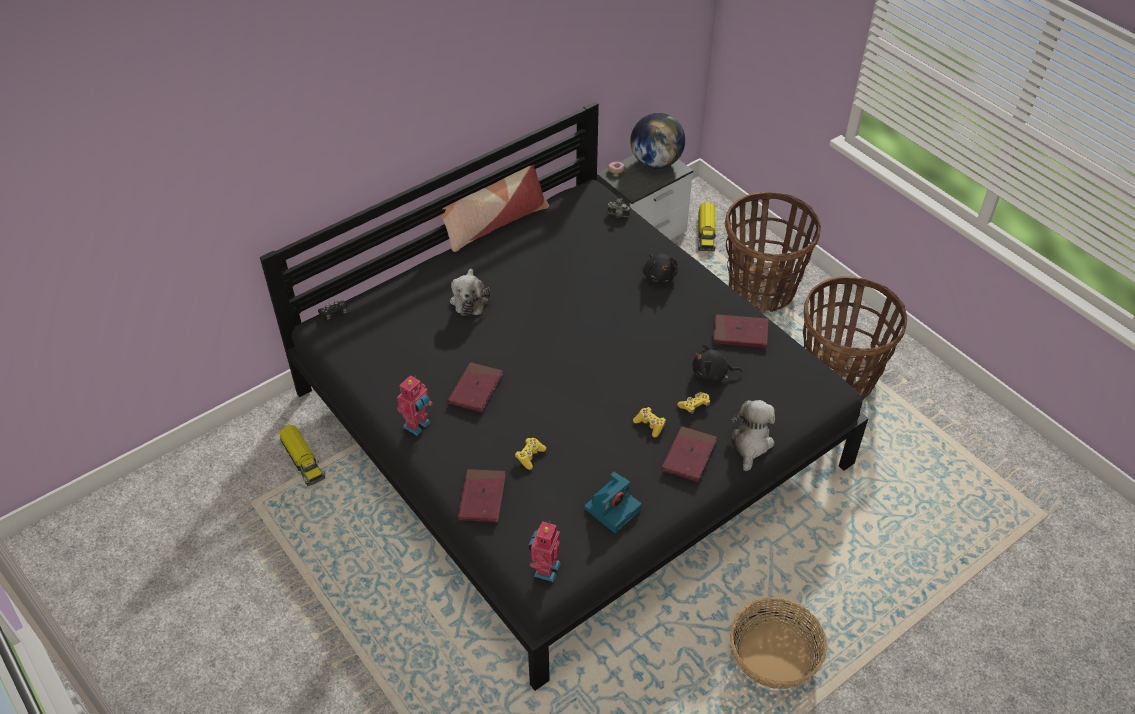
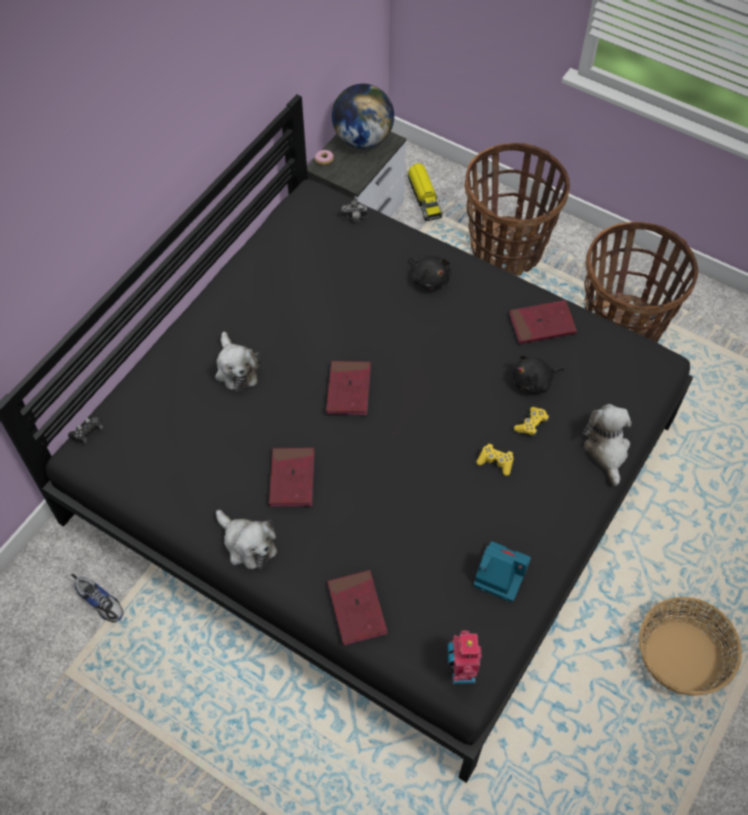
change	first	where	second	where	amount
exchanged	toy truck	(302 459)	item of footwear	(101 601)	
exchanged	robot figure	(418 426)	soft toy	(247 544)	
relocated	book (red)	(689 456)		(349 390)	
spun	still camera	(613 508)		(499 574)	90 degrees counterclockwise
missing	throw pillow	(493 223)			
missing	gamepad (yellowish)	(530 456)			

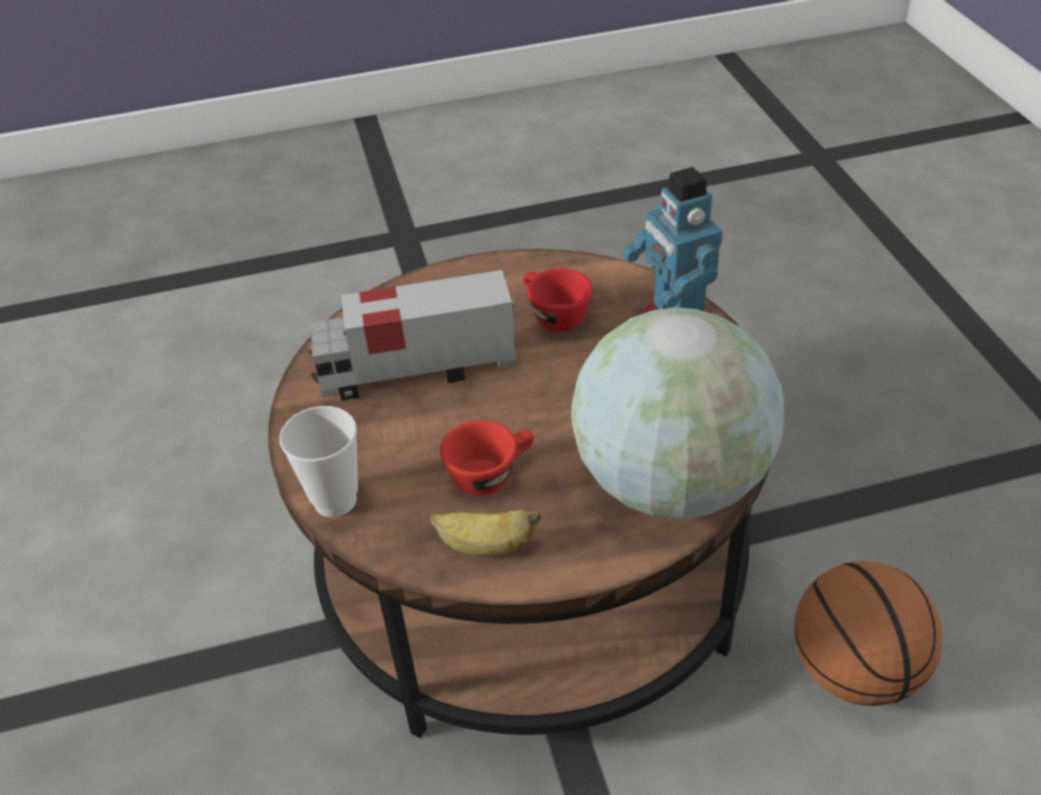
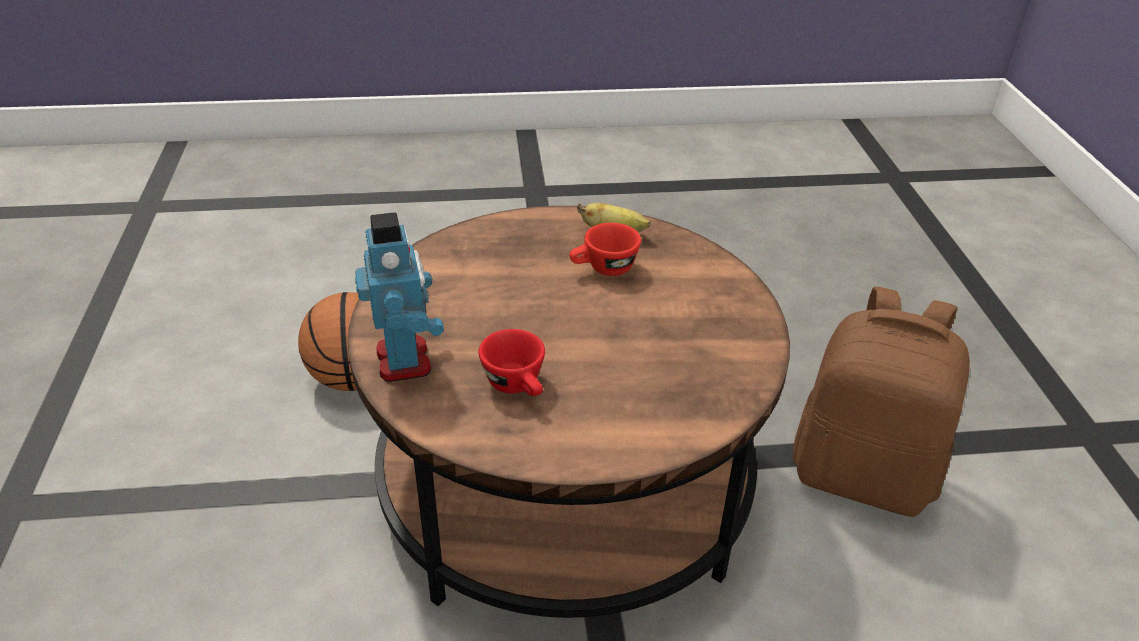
change	first	where	second	where	amount
appeared			rucksack (brownish)	(863 474)	
missing	drinking cup	(335 501)			
missing	toy truck	(416 370)			
missing	world globe	(672 484)			

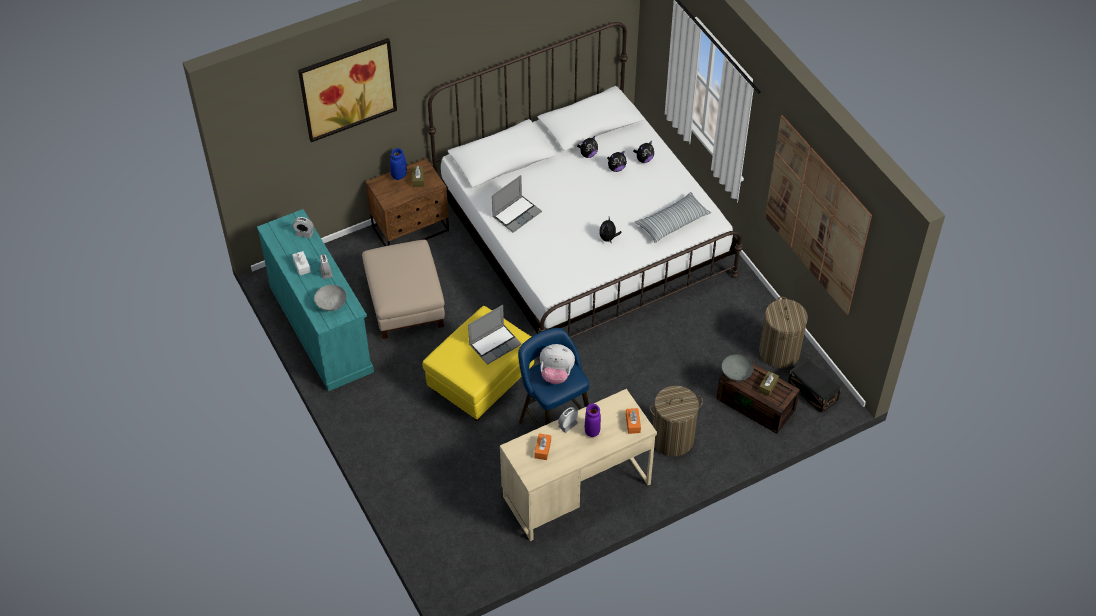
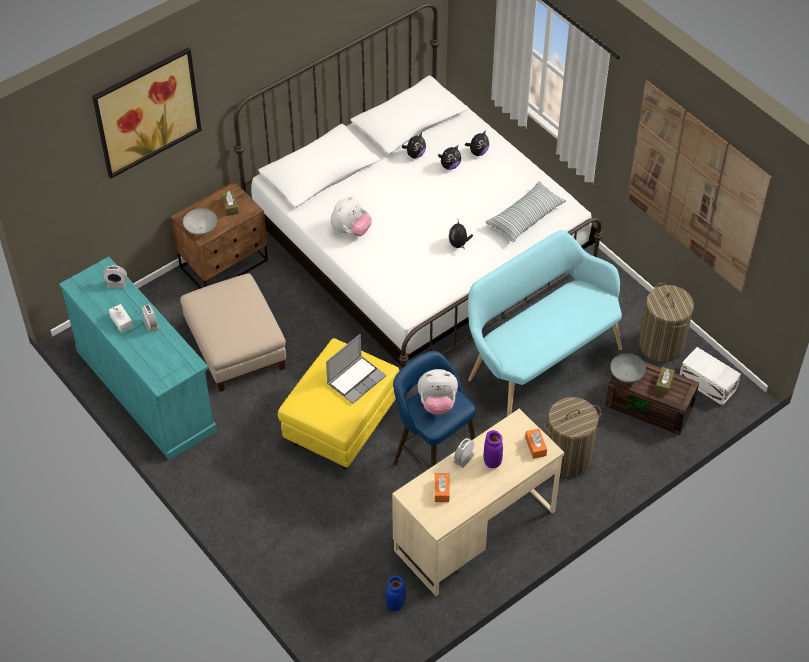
change	first	where	second	where	amount
relocated	serving bowl (gray)	(332 304)		(201 229)	
exchanged	laptop	(516 214)	soft toy	(350 230)	
relocated	decorative vase (bluish)	(399 175)		(395 603)	
appeared			bench (blue-green)	(538 361)	
colour	storage container (black-coloured)	(812 393)	storage container (whitish)	(707 384)	

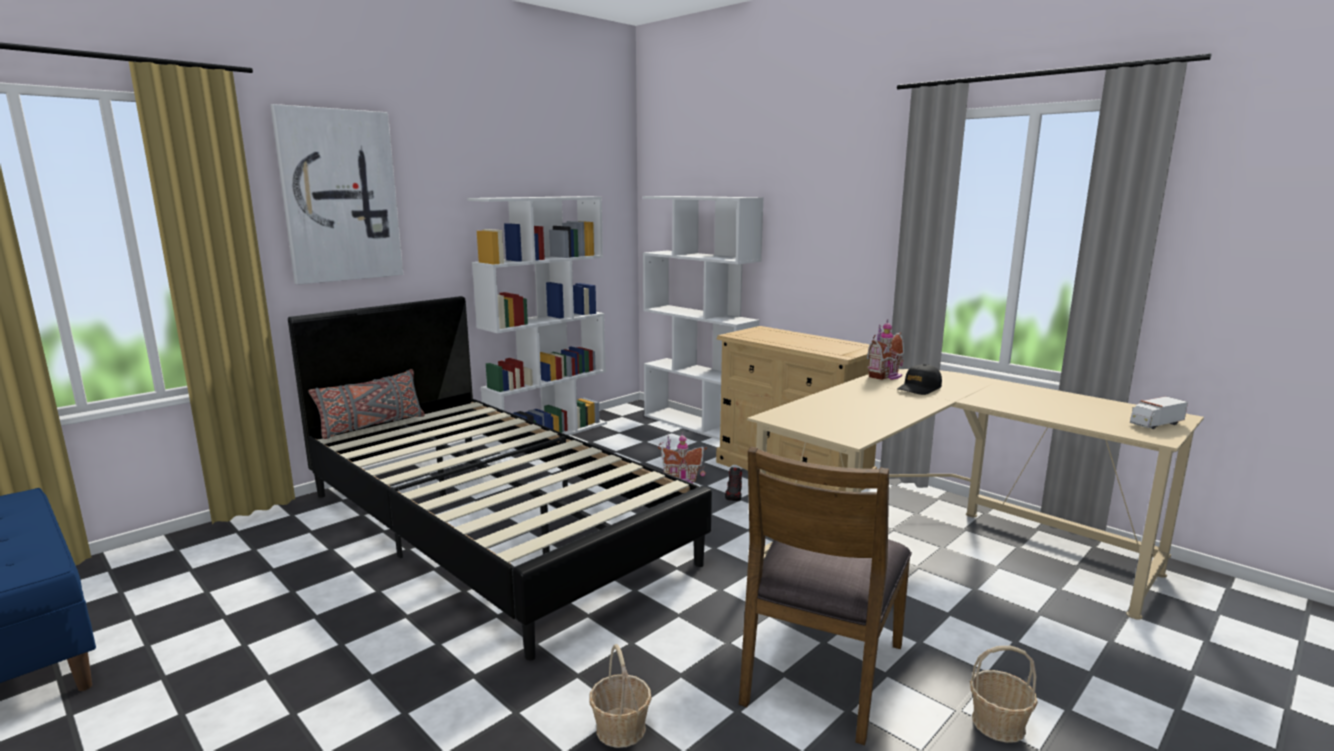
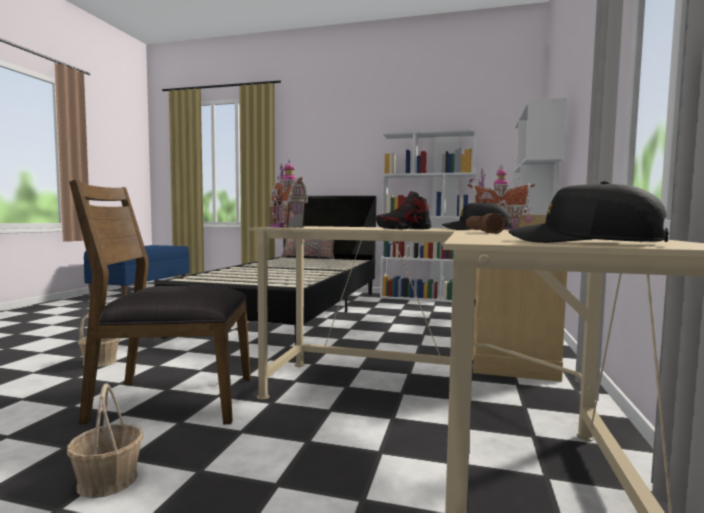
change	first	where	second	where	amount
relocated	toy house	(682 480)		(284 227)	
relocated	item of footwear	(734 494)		(404 229)	
appeared			torch (brownish)	(482 232)	
exchanged	toy truck	(1155 424)	baseball cap (black-coloured)	(582 242)	
missing	wall picture	(340 196)			

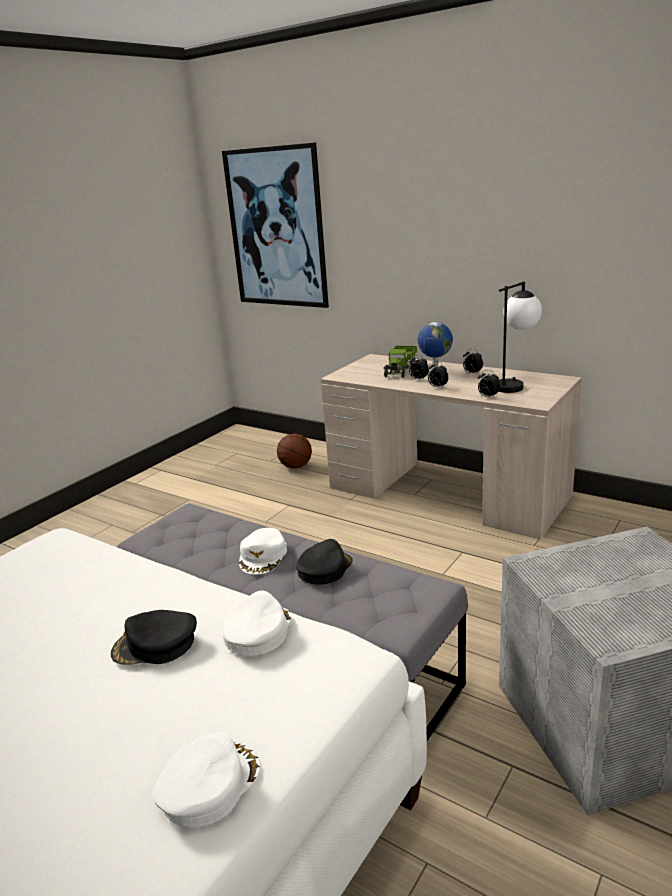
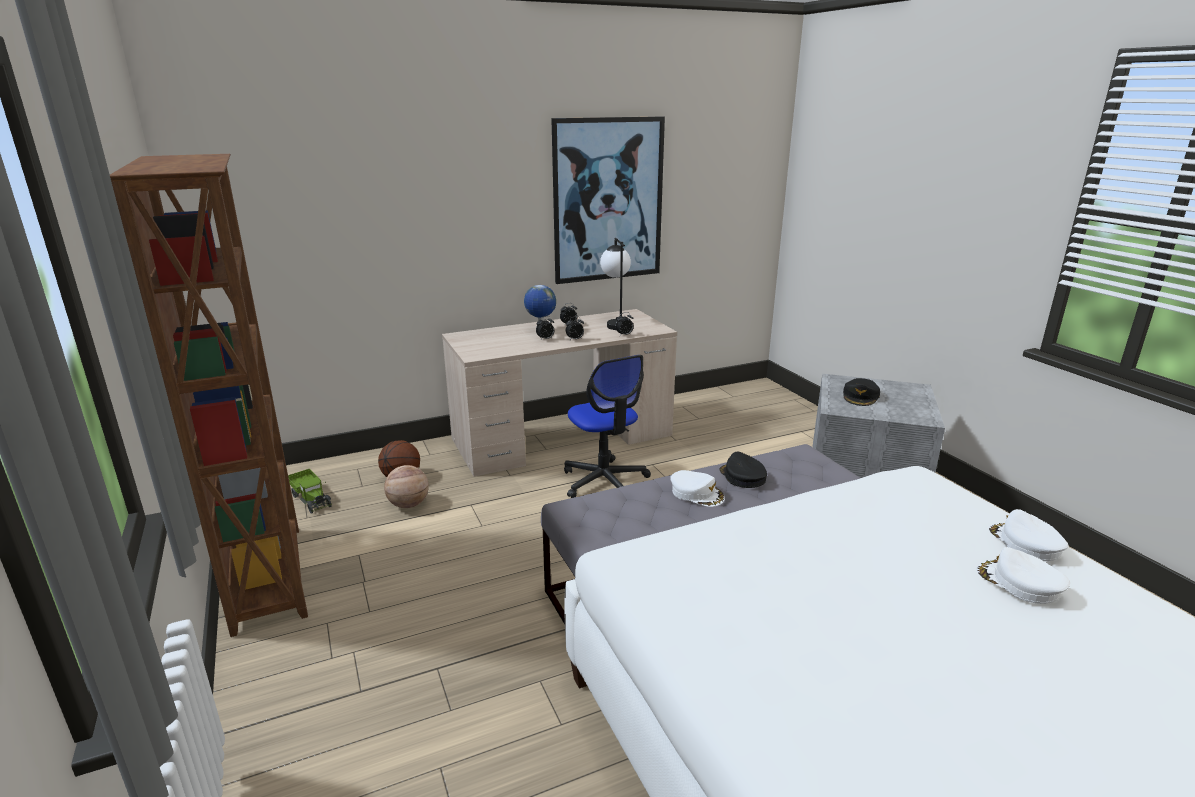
change	first	where	second	where	amount
appeared			bookcase (brownish)	(270 576)	
relocated	toy truck	(400 369)		(311 498)	
appeared			ball for basketball	(409 505)	
relocated	wall picture	(276 228)		(608 200)	
appeared			office chair	(604 481)	
relocated	baseball cap (black-coloured)	(155 645)		(861 396)	
relocated	baseball cap (whitish)	(257 631)		(1019 583)	

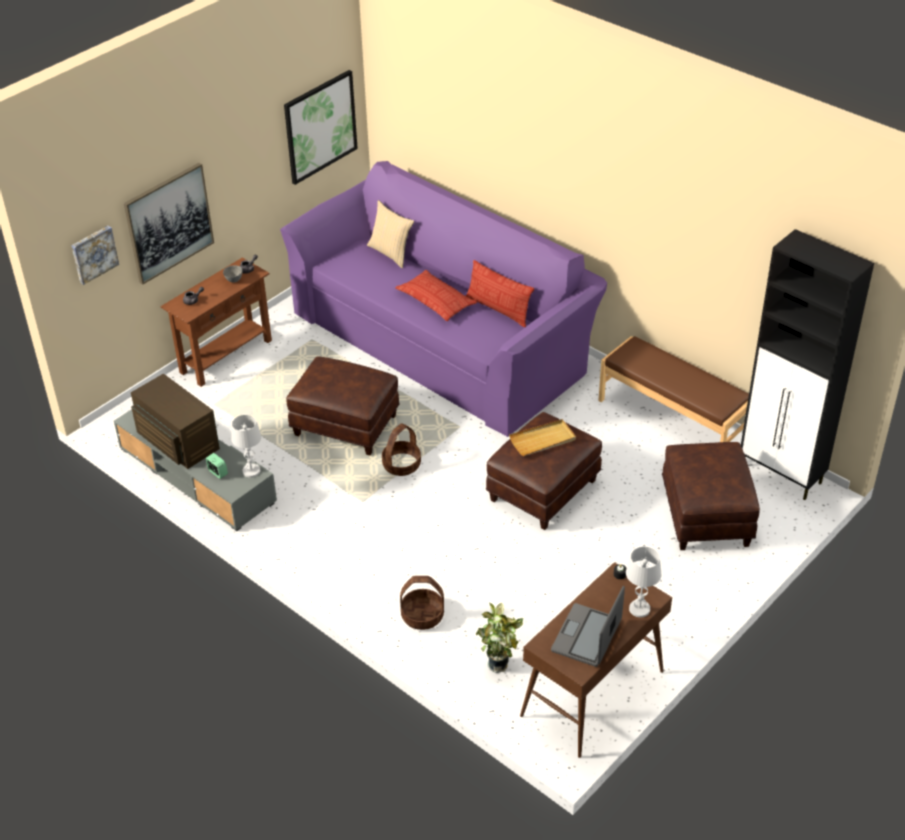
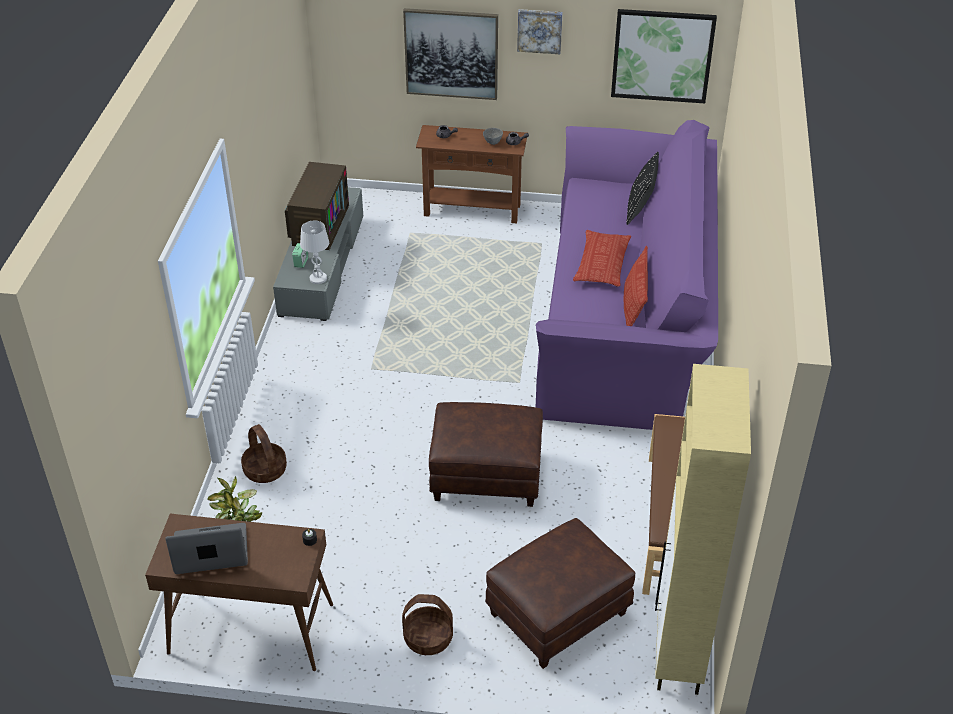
change	first	where	second	where	amount
relocated	basket	(401 465)		(428 638)	
relocated	wall picture	(94 254)		(539 30)	
colour	throw pillow (beige-coloured)	(391 253)	throw pillow (black-coloured)	(640 209)	
colour	cabinet (black-coloured)	(781 475)	cabinet (beige-coloured)	(678 653)	
missing	pouffe (brownish)	(344 426)			
missing	tray (beige-coloured)	(543 440)			
missing	table lamp (whitish)	(639 609)			

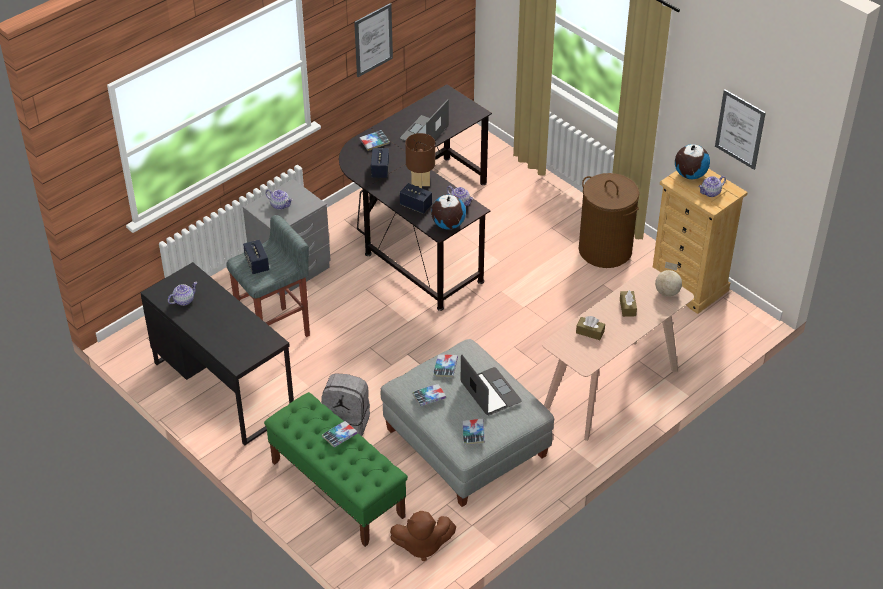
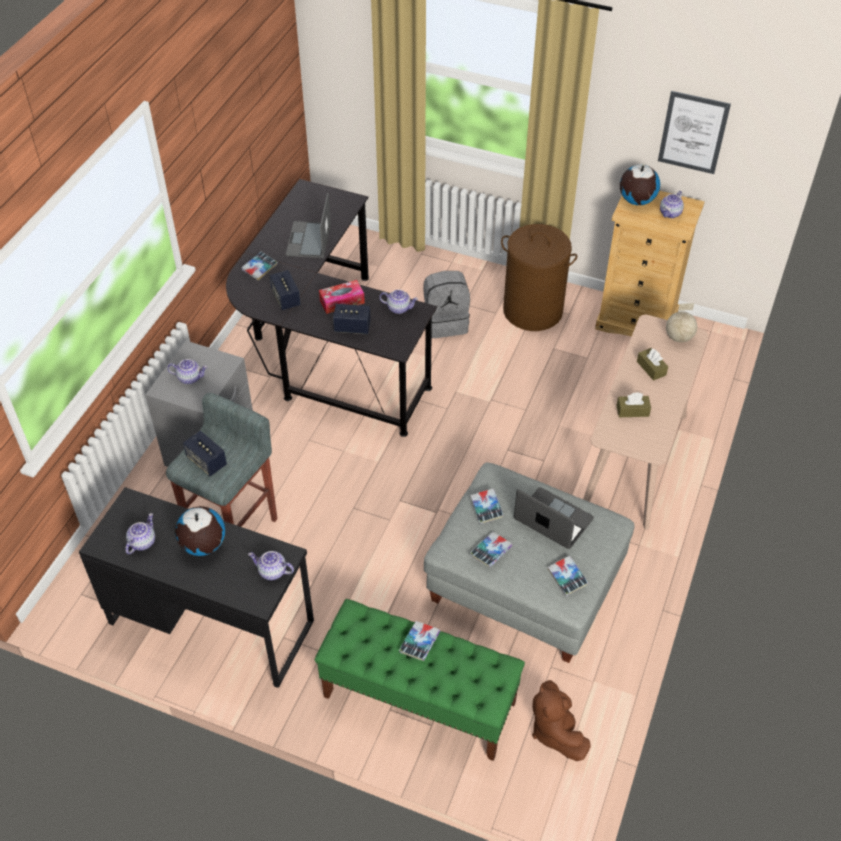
change	first	where	second	where	amount
relocated	world globe	(448 225)		(203 545)	
appeared			teapot	(272 571)	
exchanged	table lamp (brownish)	(420 185)	tissue holder	(342 301)	
relocated	rucksack (gray)	(348 422)		(445 322)	
spun	soft toy (brownish)	(422 545)		(555 731)	105 degrees clockwise
missing	wall picture	(373 40)			

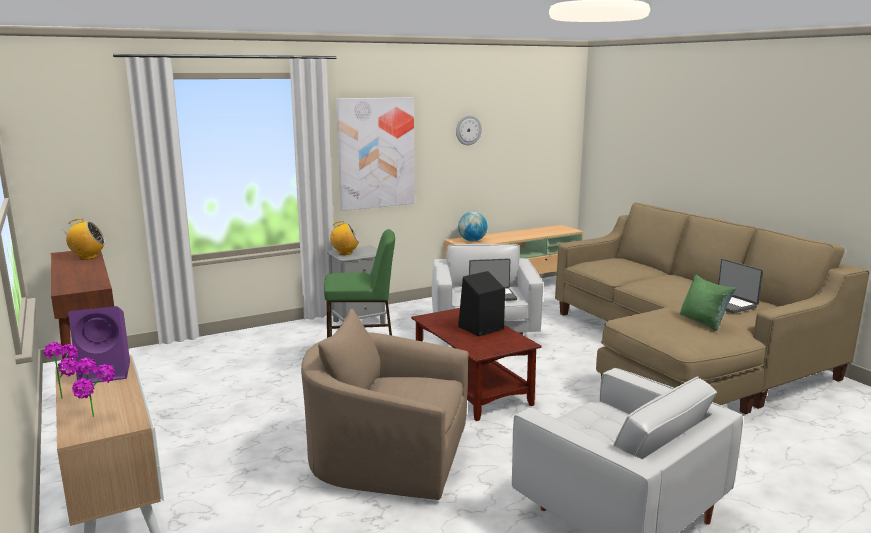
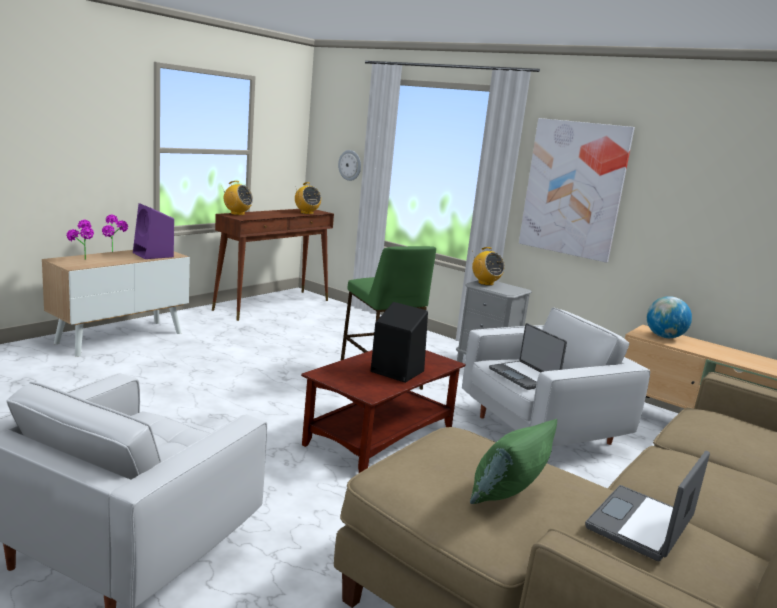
change	first	where	second	where	amount
appeared			radio set	(237 214)	
relocated	clock on the wall	(468 130)		(350 165)	
missing	lounge chair (beige-coloured)	(388 457)			

